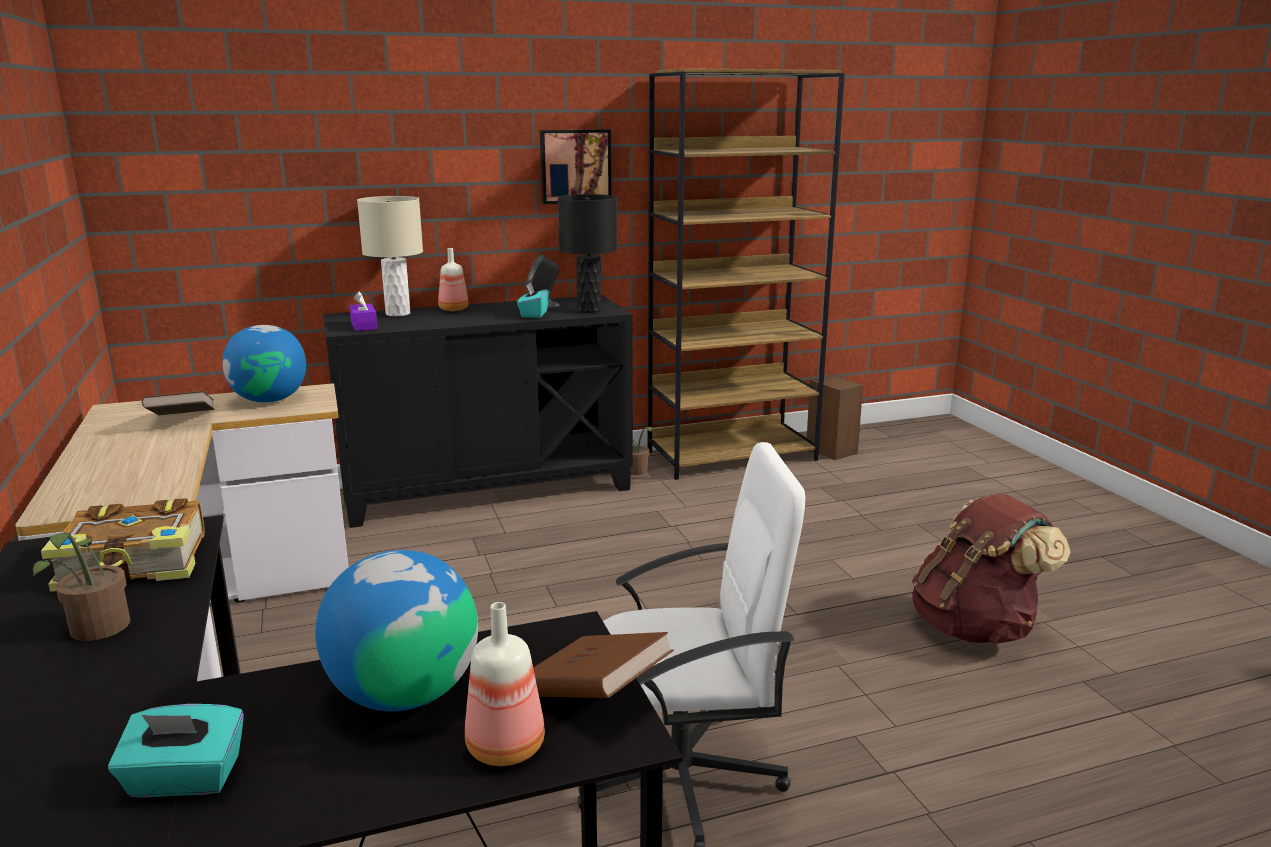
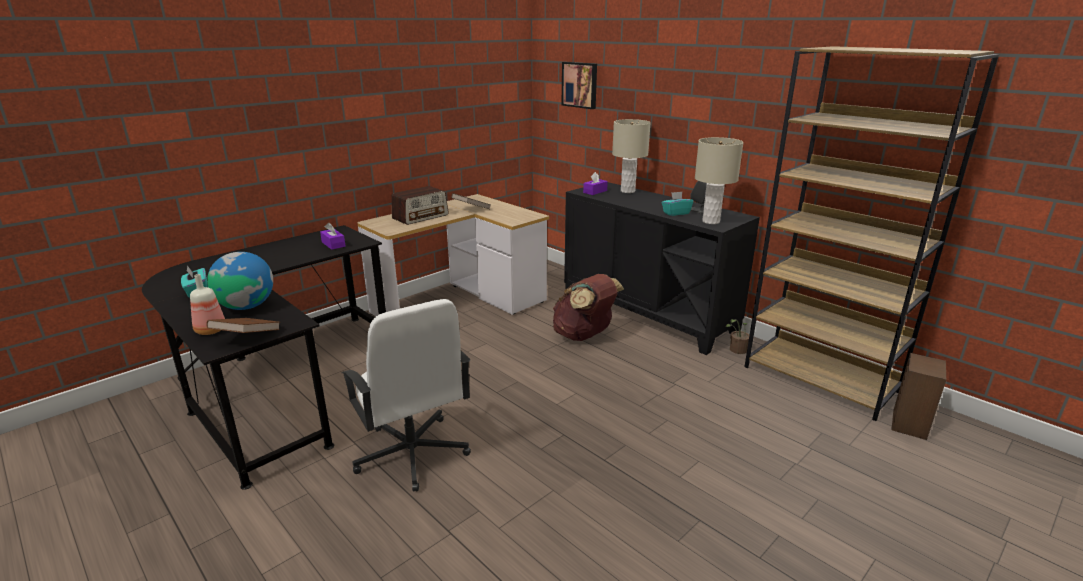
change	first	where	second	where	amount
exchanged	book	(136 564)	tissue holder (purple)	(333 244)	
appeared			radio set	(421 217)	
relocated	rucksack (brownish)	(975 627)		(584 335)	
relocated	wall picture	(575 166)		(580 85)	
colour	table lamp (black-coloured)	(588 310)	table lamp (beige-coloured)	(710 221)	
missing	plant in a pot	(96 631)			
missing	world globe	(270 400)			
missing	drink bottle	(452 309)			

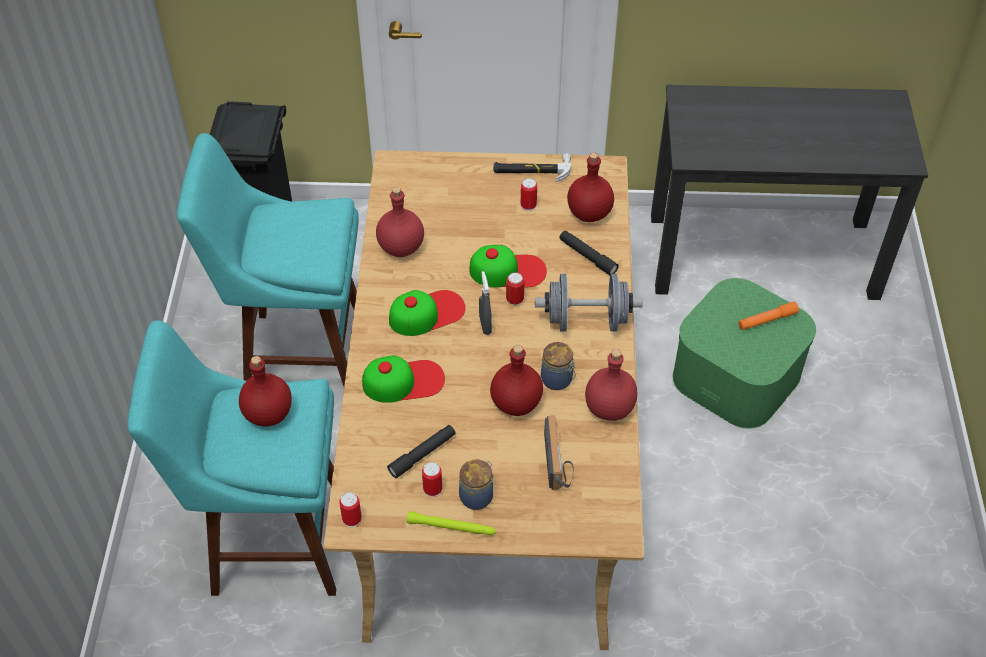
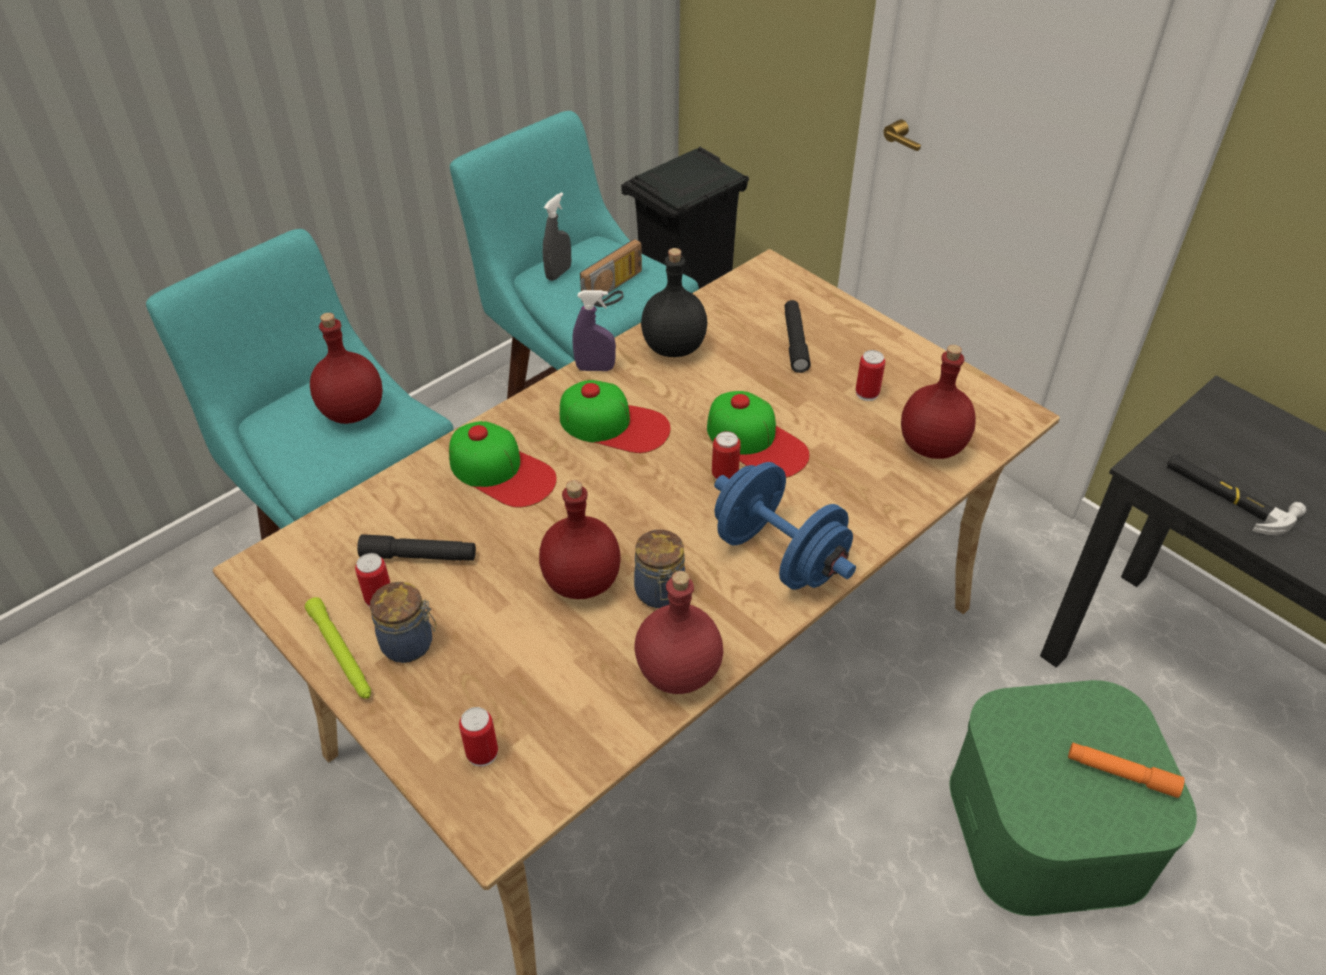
change	first	where	second	where	amount
relocated	sealed can	(352 519)		(482 753)	
relocated	sprayer (gray)	(485 325)		(558 273)	
appeared			sprayer (purple)	(595 368)	
relocated	radio set	(559 462)		(615 290)	
colour	drink bottle (red)	(400 247)	drink bottle (black-coloured)	(674 346)	
colour	hand weight (gray)	(586 320)	hand weight (bluish)	(779 555)	
relocated	torch (black-coloured)	(587 256)		(795 342)	
relocated	hand hammer	(532 170)		(1227 495)	

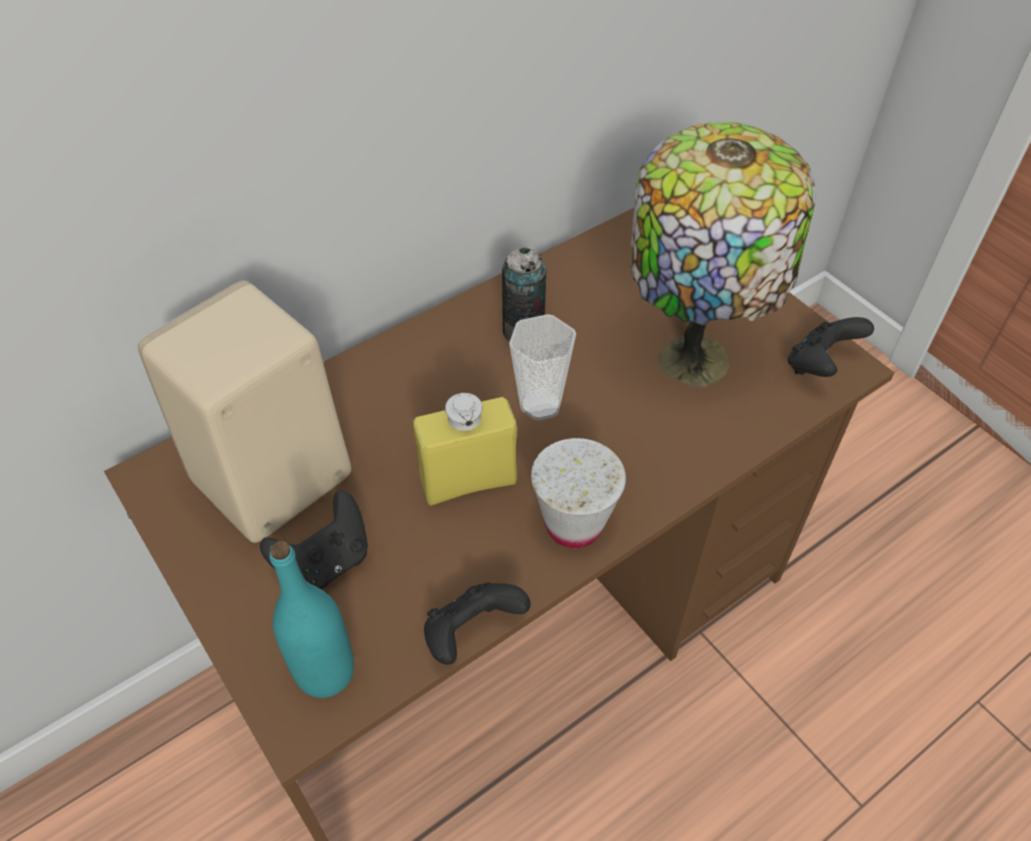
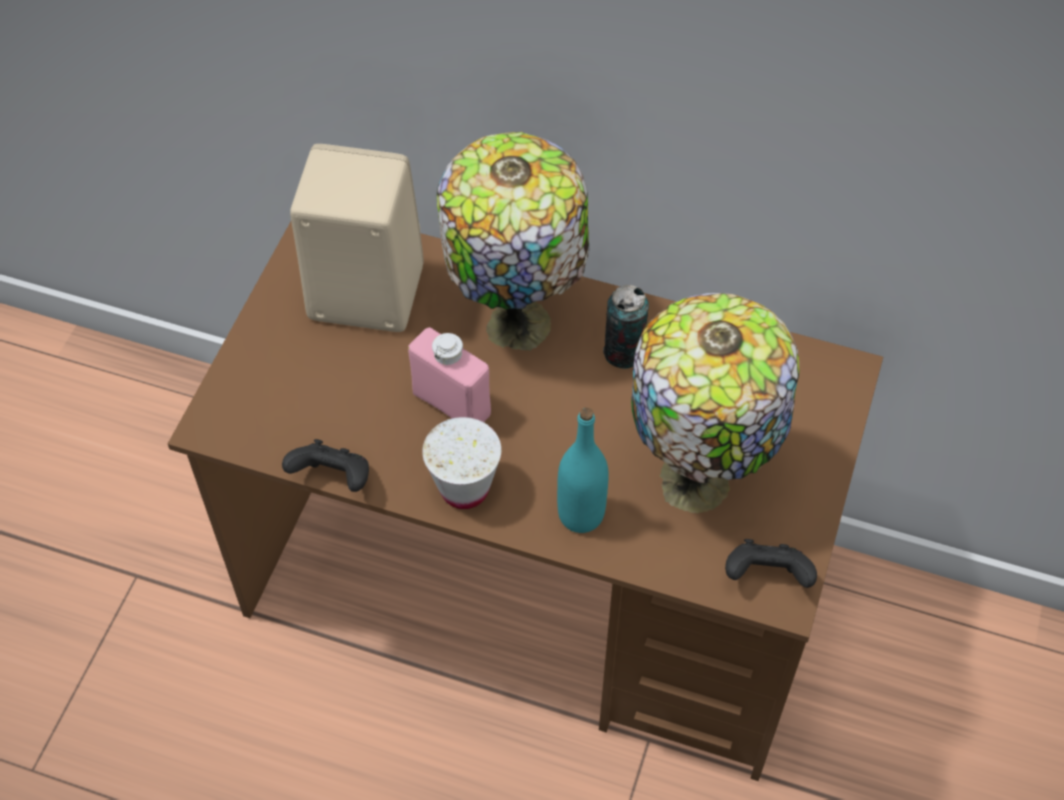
change	first	where	second	where	amount
colour	drink bottle (yellowish)	(468 481)	drink bottle (pinkish)	(451 404)	
appeared			table lamp	(517 319)	
relocated	drink bottle (blue-green)	(325 672)		(581 514)	
missing	gamepad (black-coloured)	(326 562)			
missing	drinking cup	(540 404)			

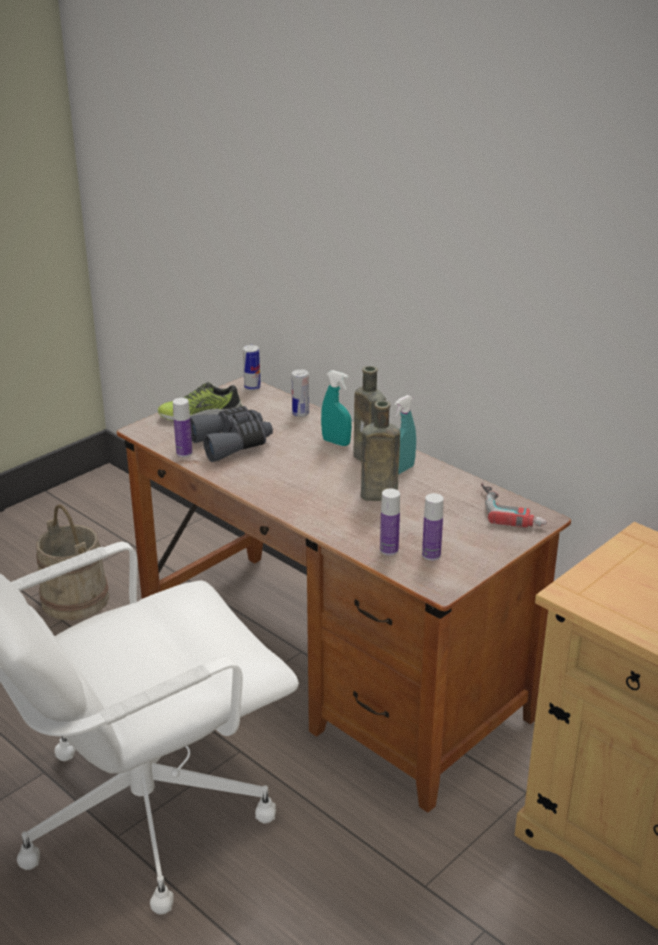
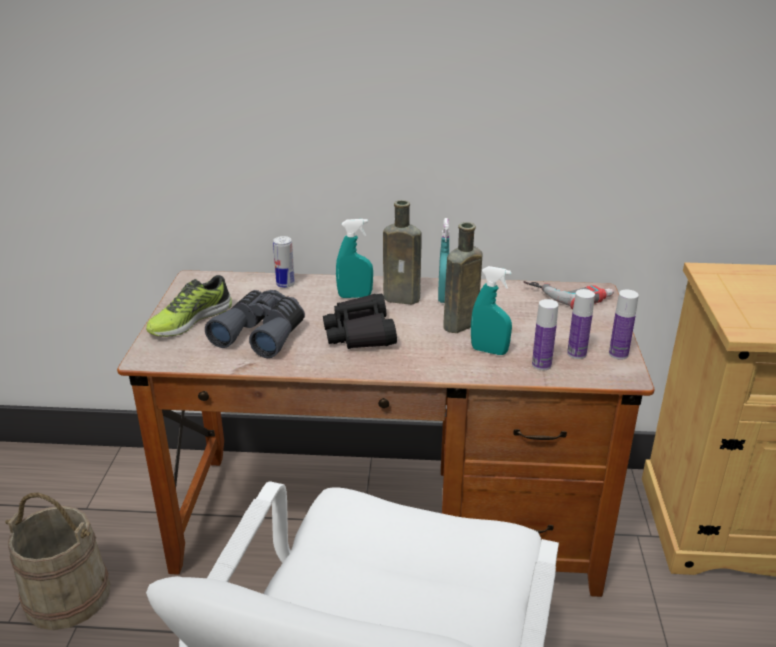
change	first	where	second	where	amount
appeared			binoculars (black-coloured)	(360 333)	
appeared			sprayer (blue-green)	(489 351)	
relocated	drink bottle	(184 453)		(618 354)	
missing	sealed can	(252 387)			

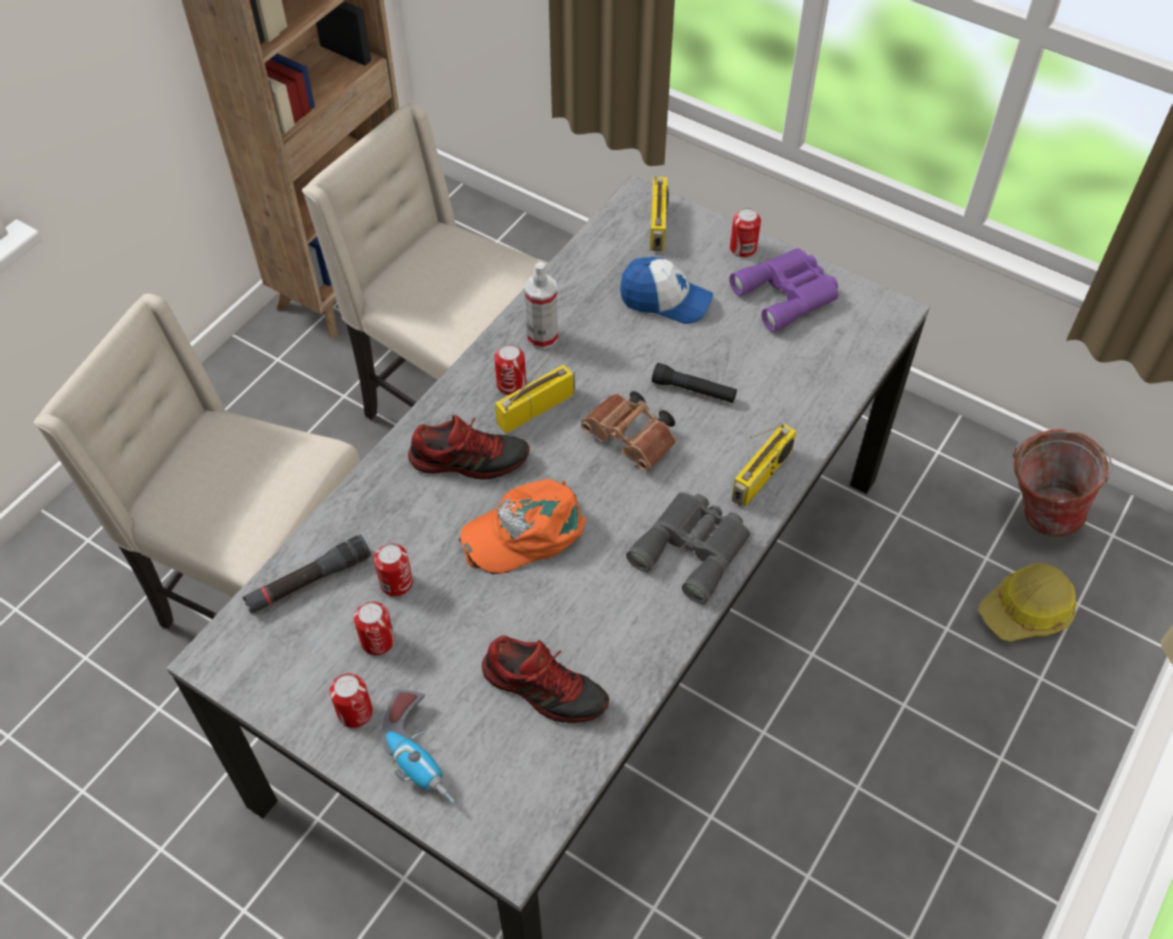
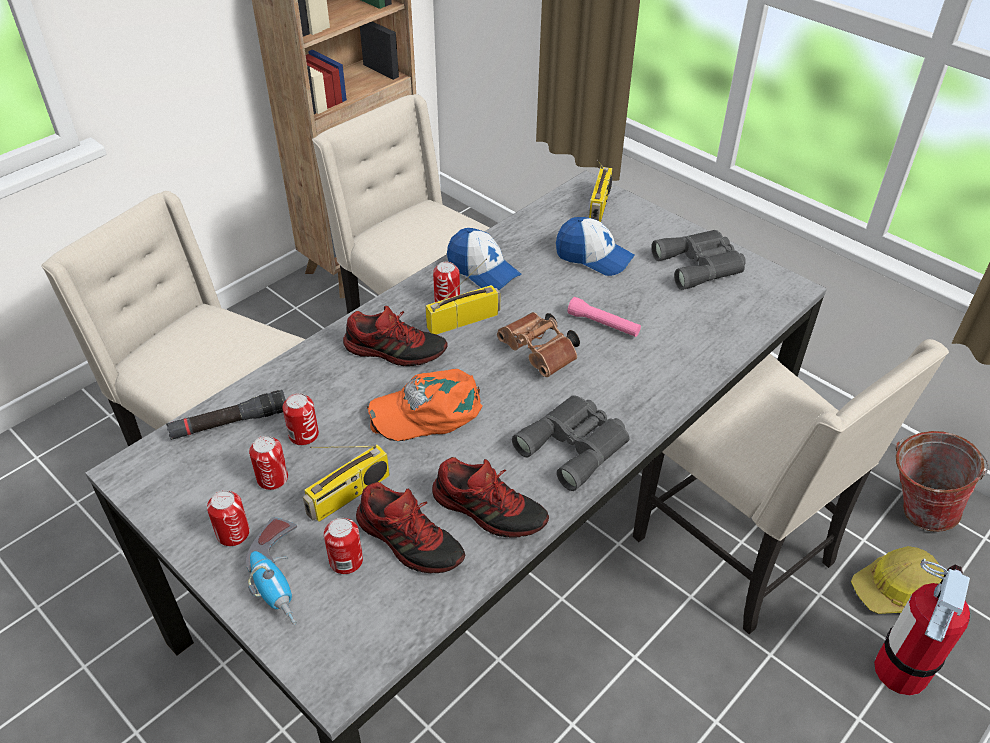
change	first	where	second	where	amount
relocated	radio set	(762 476)		(349 495)	
relocated	sealed can	(743 248)		(346 561)	
appeared			item of footwear	(489 509)	
exchanged	sprayer	(542 337)	baseball cap	(483 270)	
colour	torch (black-coloured)	(693 390)	torch (pinkish)	(603 324)	
appeared			upright chair (beige-coloured)	(738 551)	
colour	binoculars (purple)	(788 294)	binoculars (gray)	(701 265)	
appeared			fire-fighting cylinder	(900 670)	

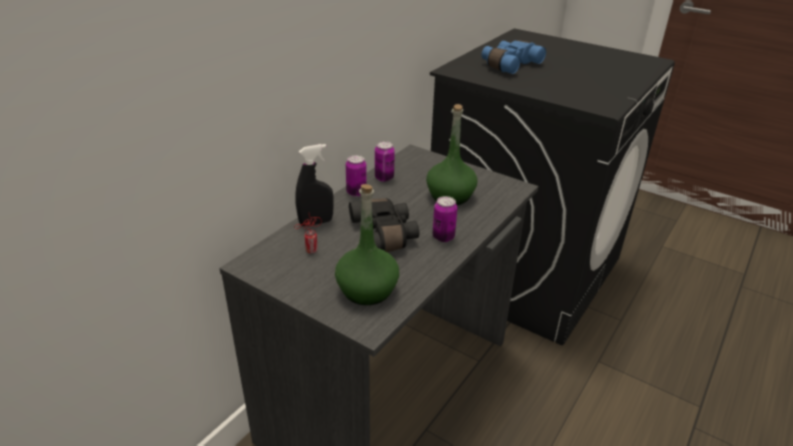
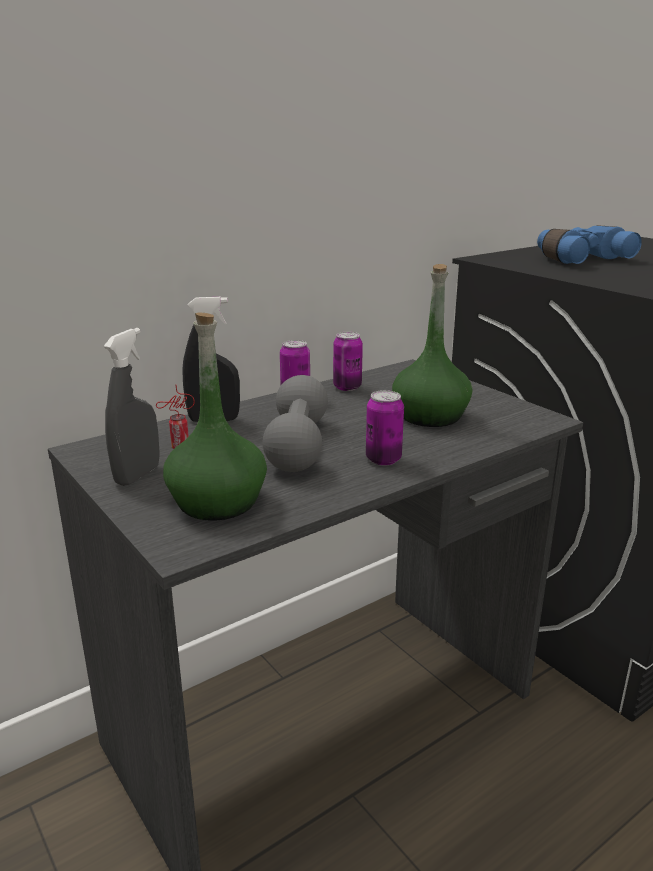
change	first	where	second	where	amount
appeared			sprayer (gray)	(137 475)	
exchanged	binoculars (black-coloured)	(385 235)	hand weight (gray)	(297 445)	

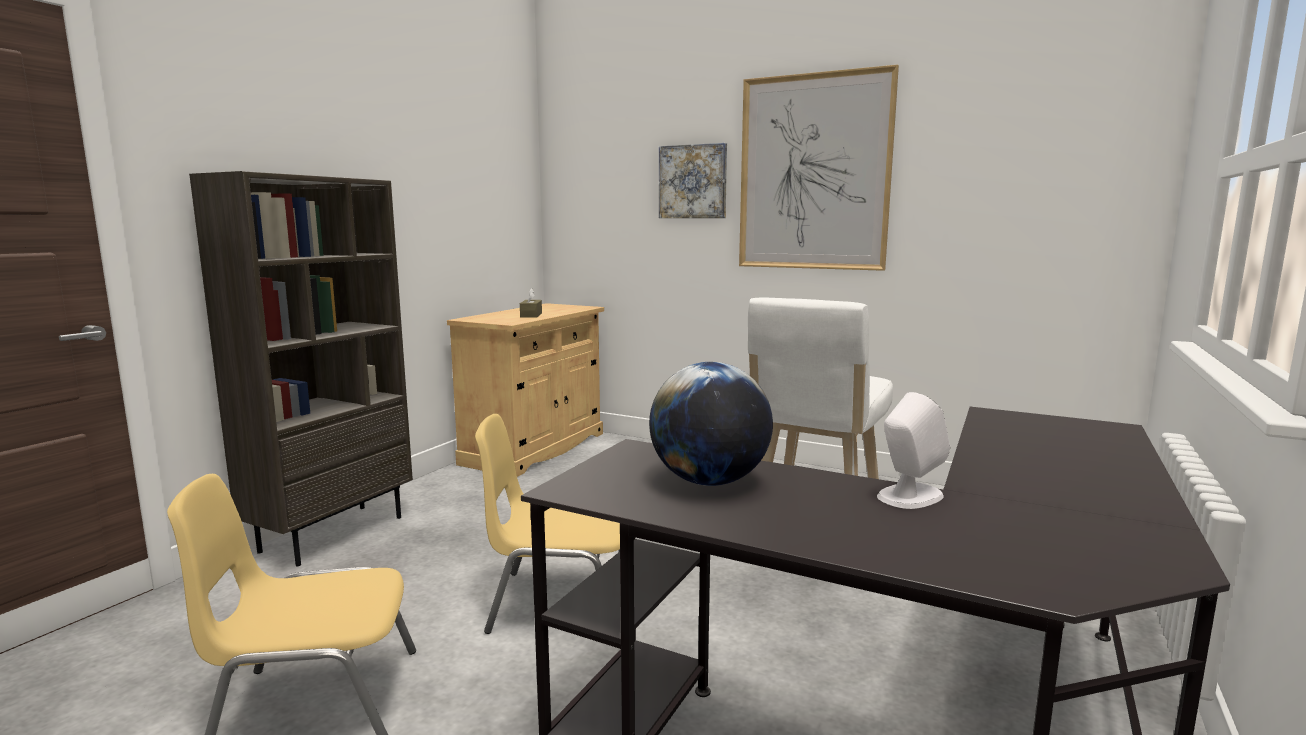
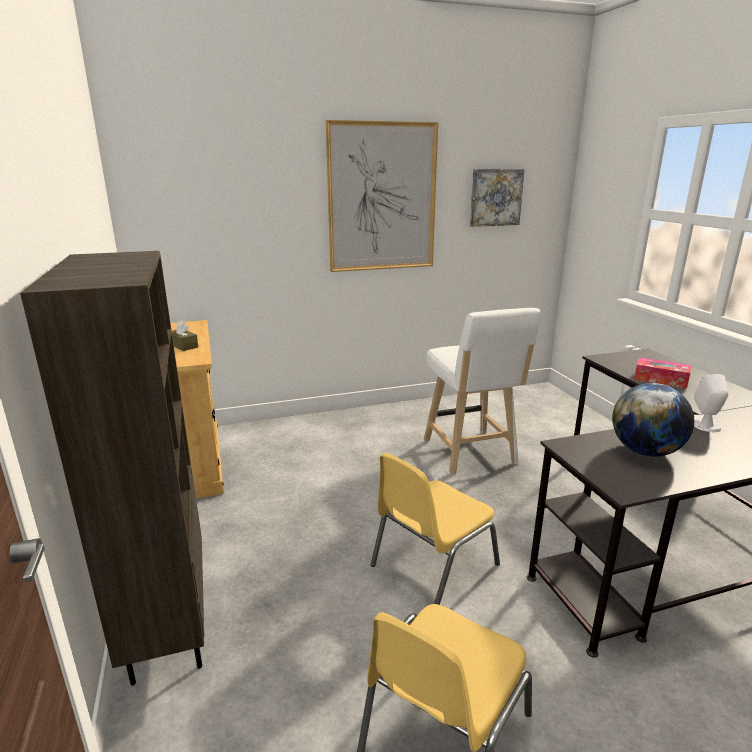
change	first	where	second	where	amount
relocated	wall picture	(693 182)		(495 197)	
appeared			tissue holder	(660 379)	

